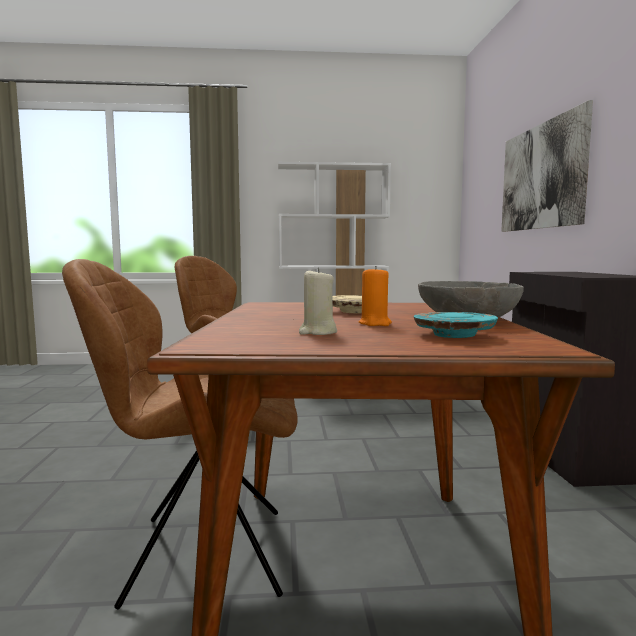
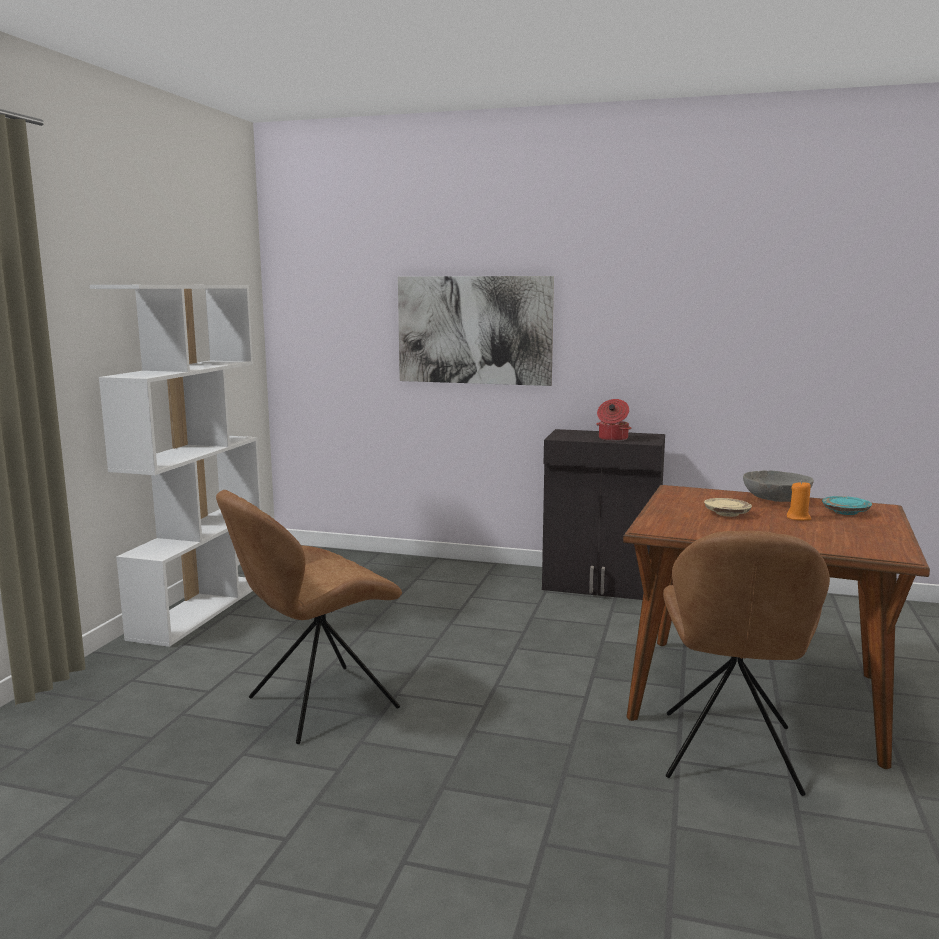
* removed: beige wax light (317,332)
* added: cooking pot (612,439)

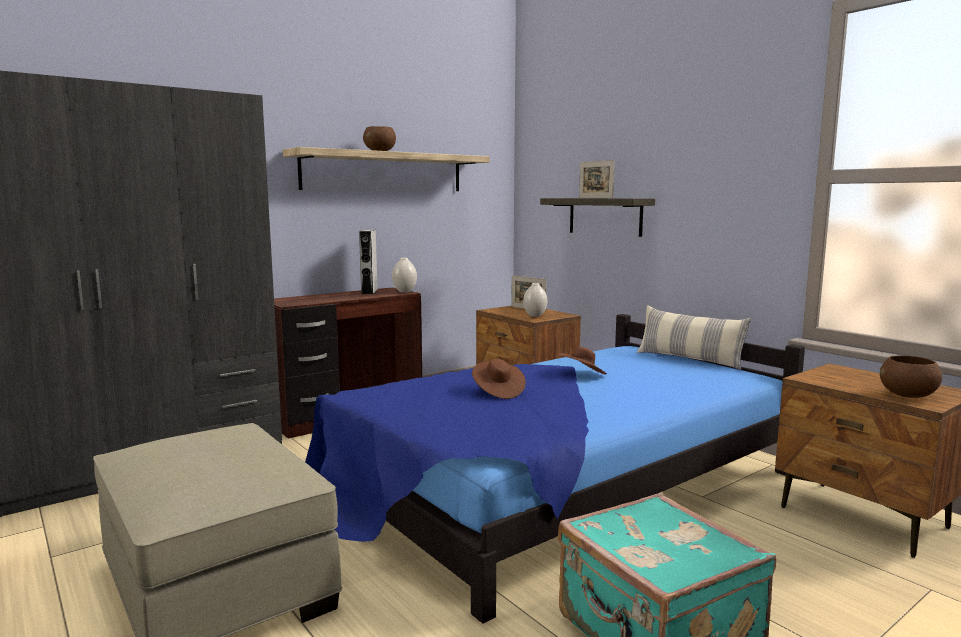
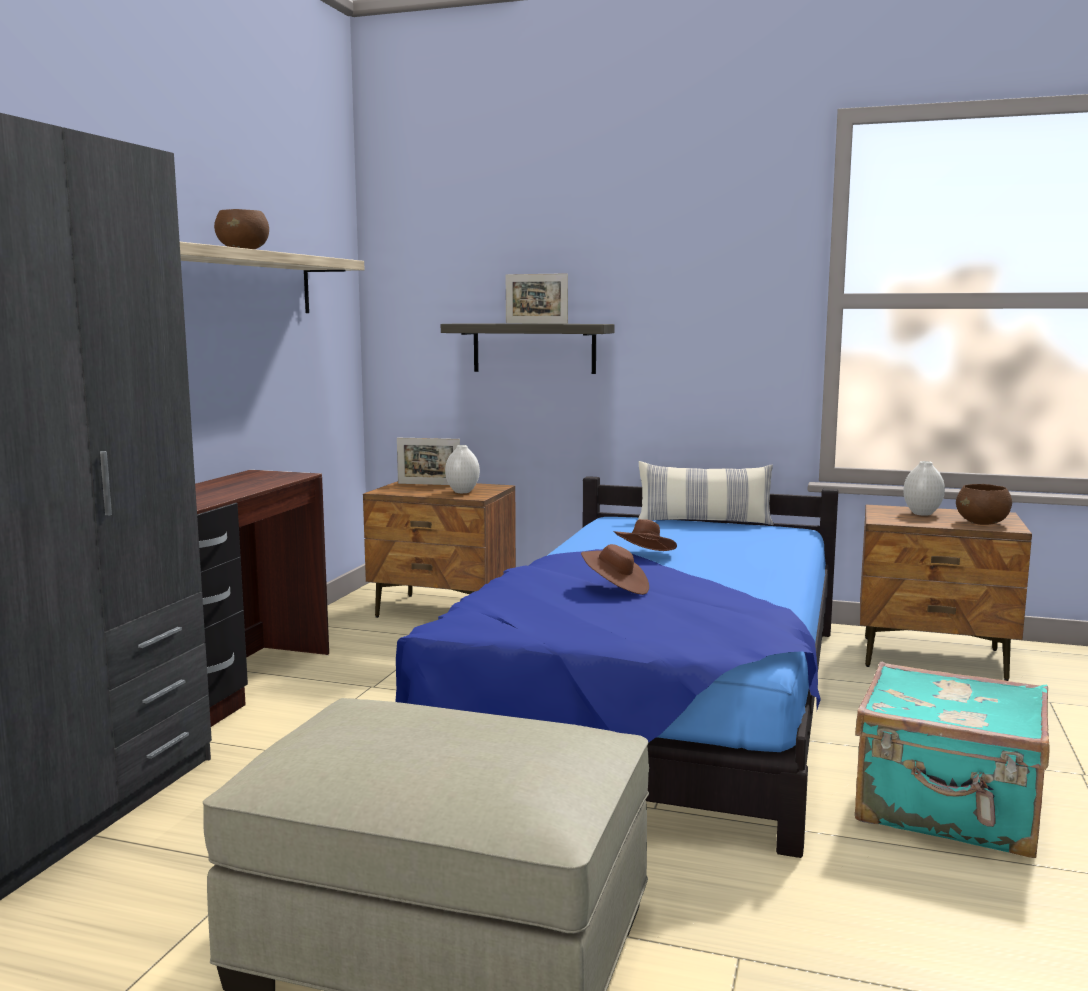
* removed: greyish audio speaker (369,292)
* moved: whitish decorative vase (404,291) to (921,514)

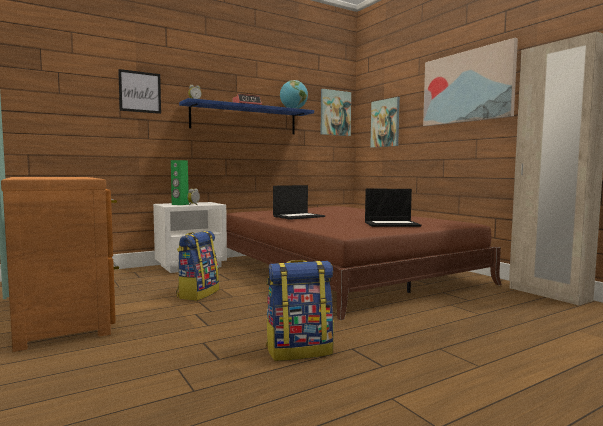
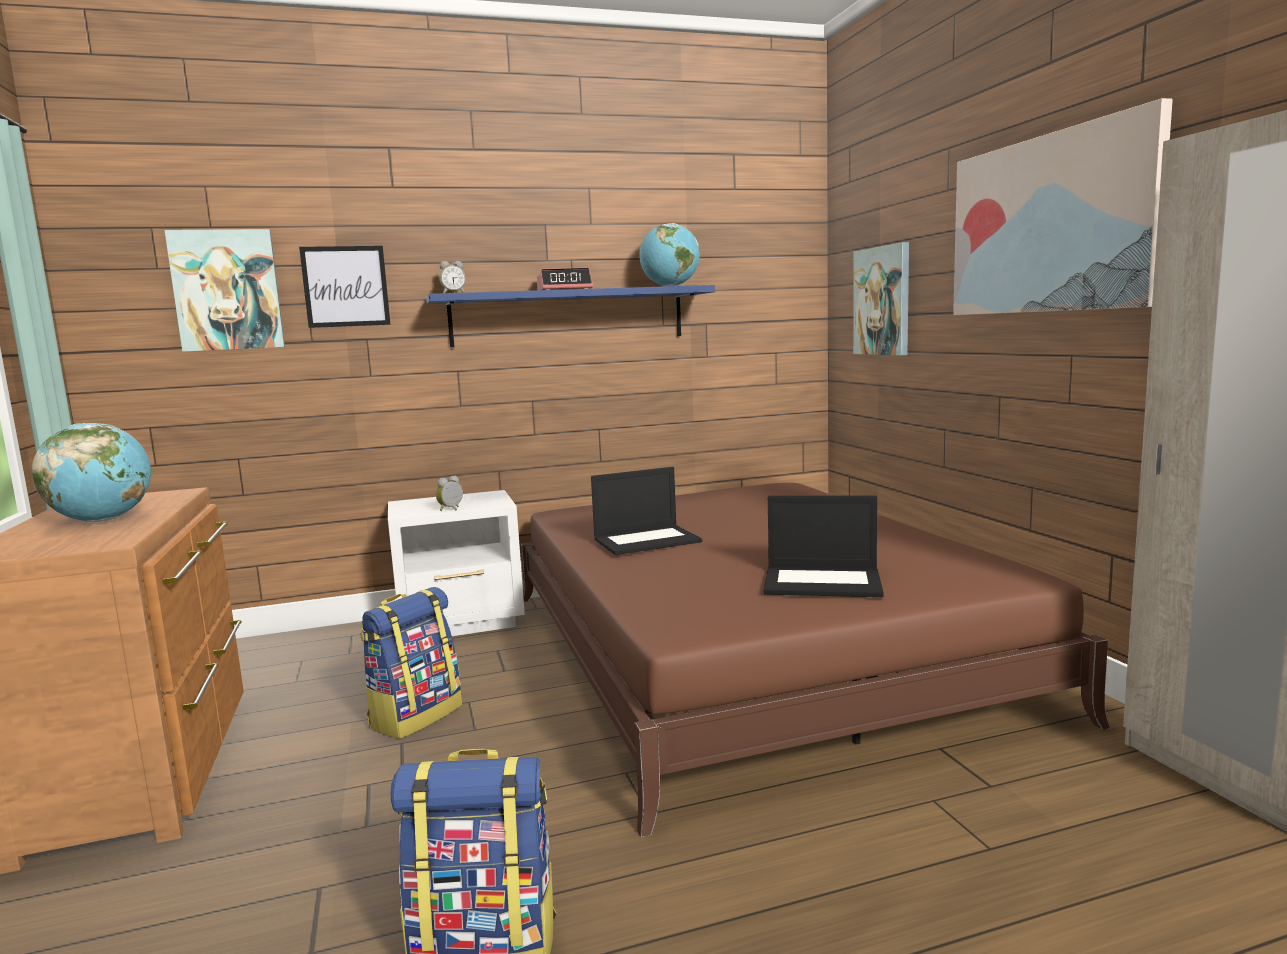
* removed: greenish audio speaker (180,204)
* added: world globe (102,520)
* moved: wall picture (335,113) to (227,290)

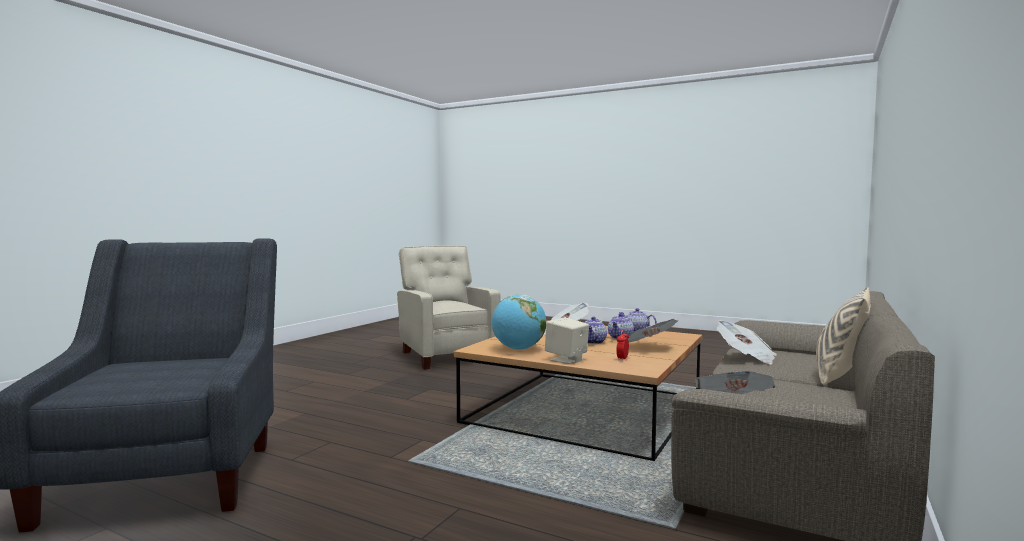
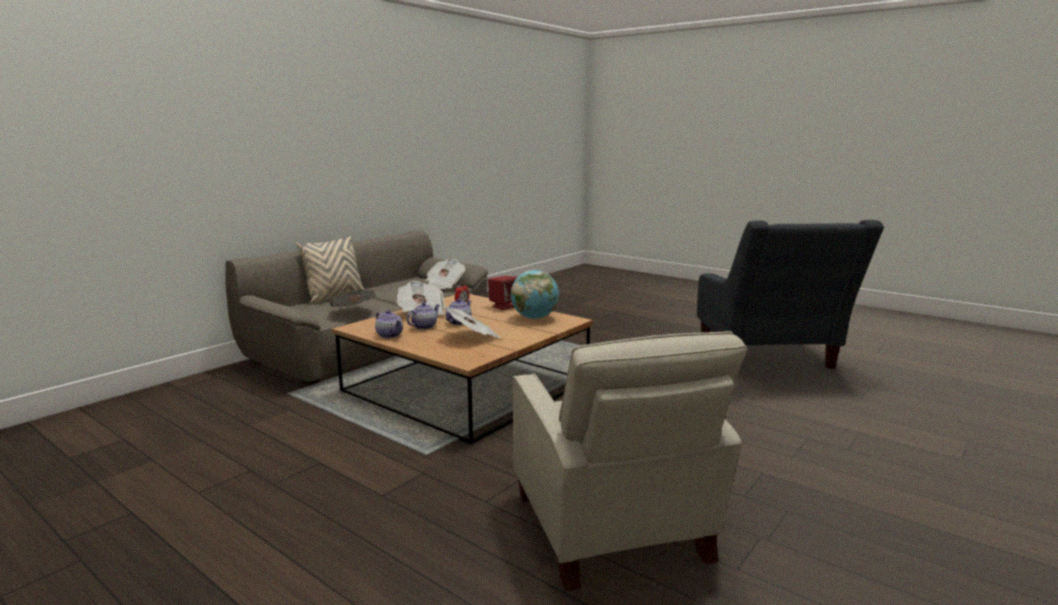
* recoloured: beige audio speaker (566,359) to red audio speaker (504,306)

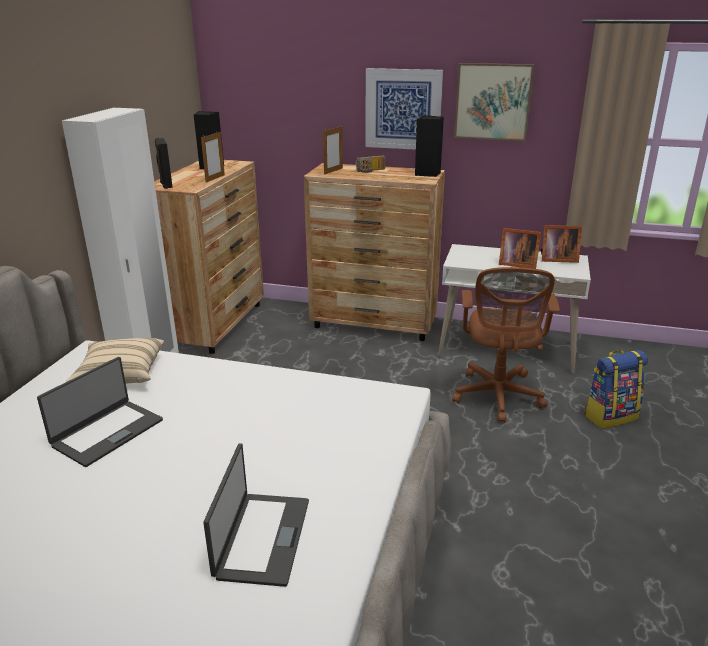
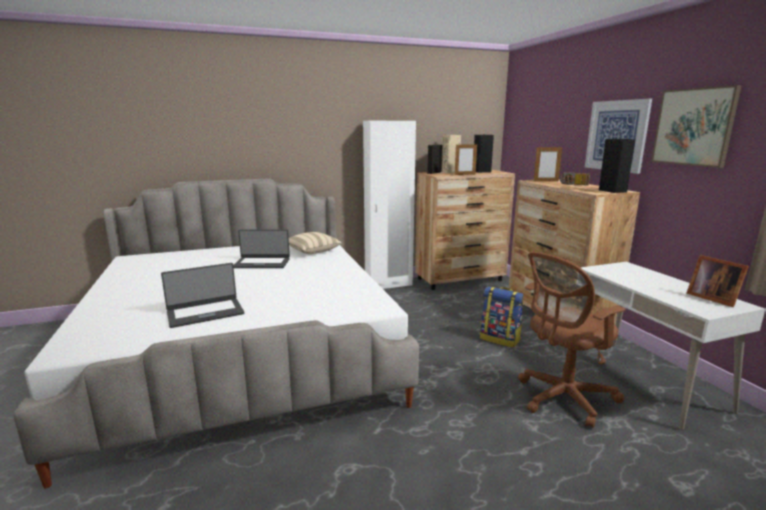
* removed: photo frame (516,264)
* added: beige audio speaker (451,172)
* moved: rucksack (610,416) to (500,339)

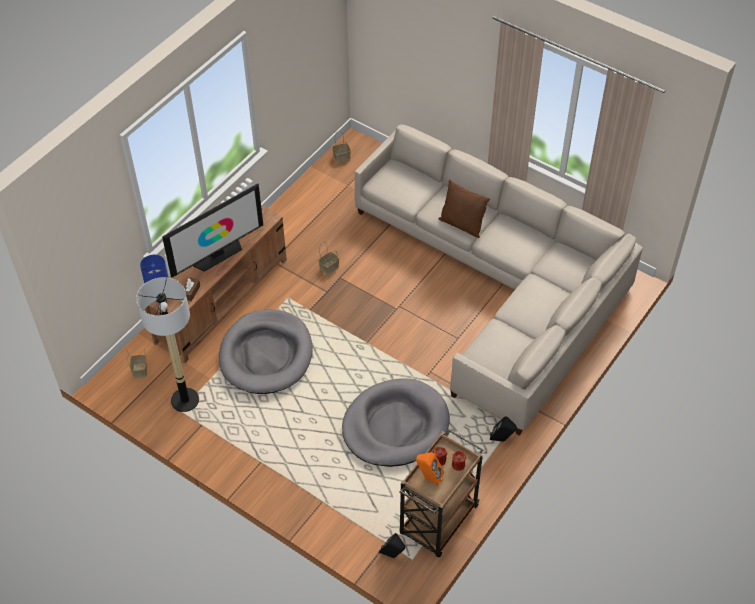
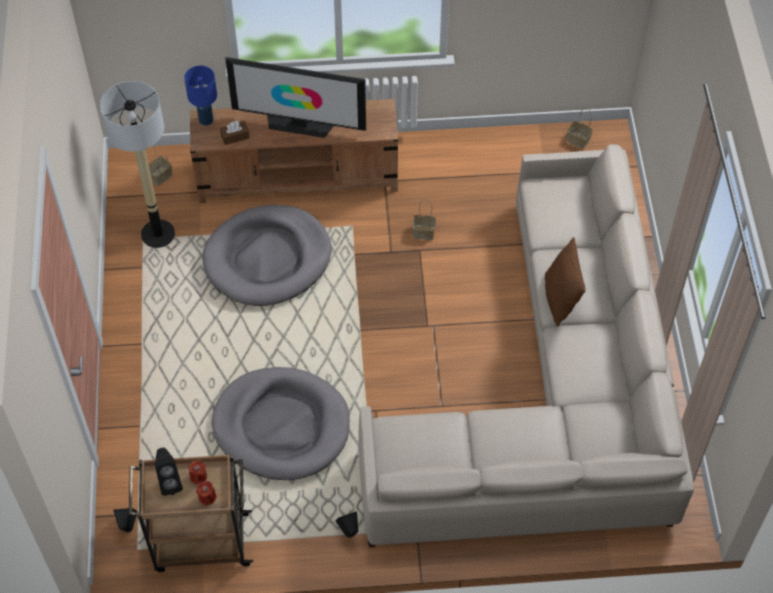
* recoloured: orangey audio speaker (428,478) to black audio speaker (169,481)

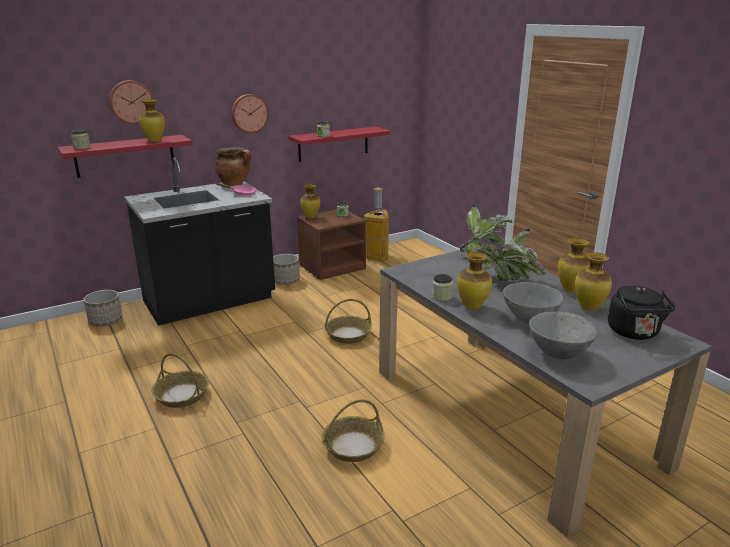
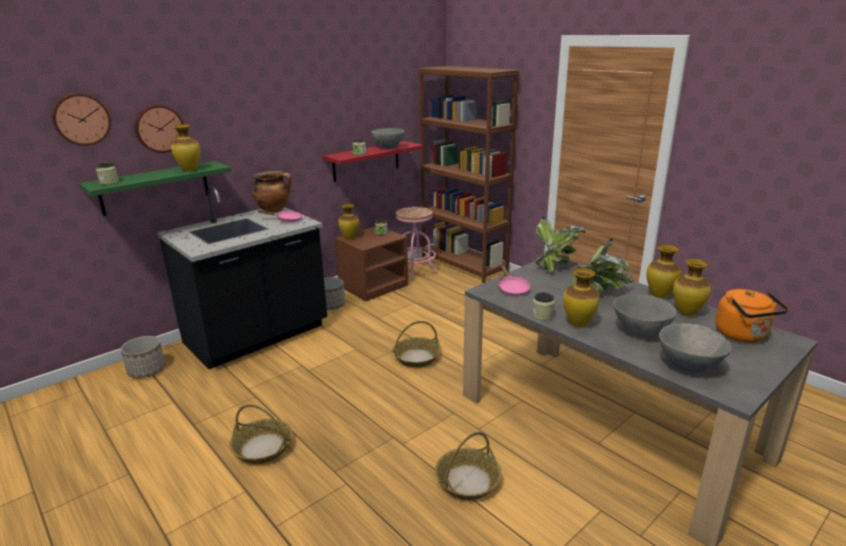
* added: greyish serving bowl (388,147)
* added: brown-coloured bookcase (464,265)
* added: pink frying pan (512,289)
* moved: wall clock (249,113) to (81,119)
* replaced: waste bin (378,257) to pink stool seat (415,271)
* recoloured: red wall shelf (125,156) to greenish wall shelf (155,188)
* recoloured: black kettle (634,333) to orangey kettle (743,335)

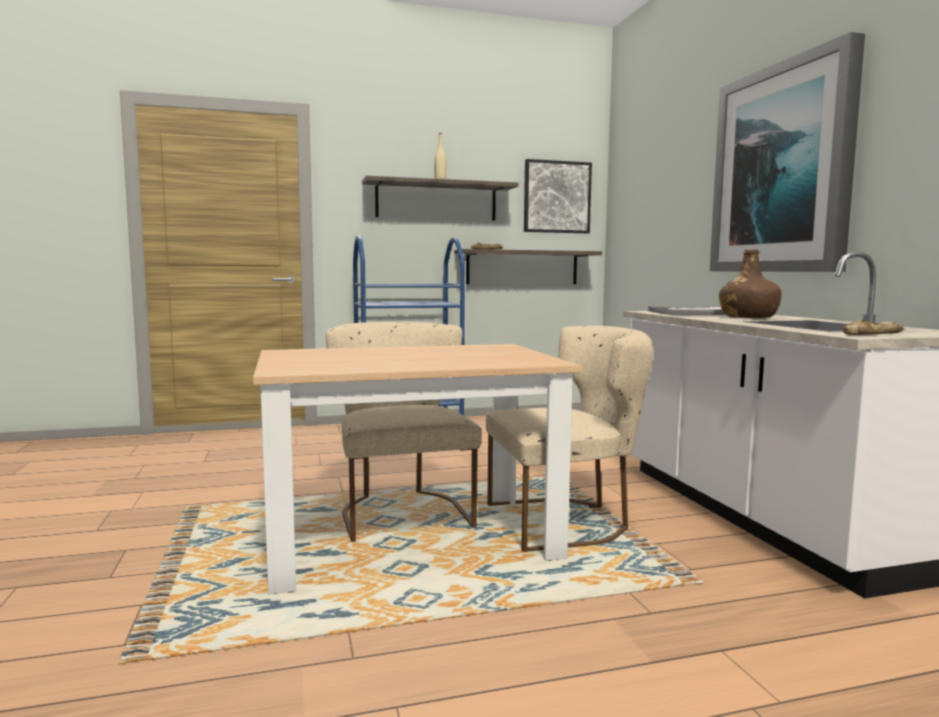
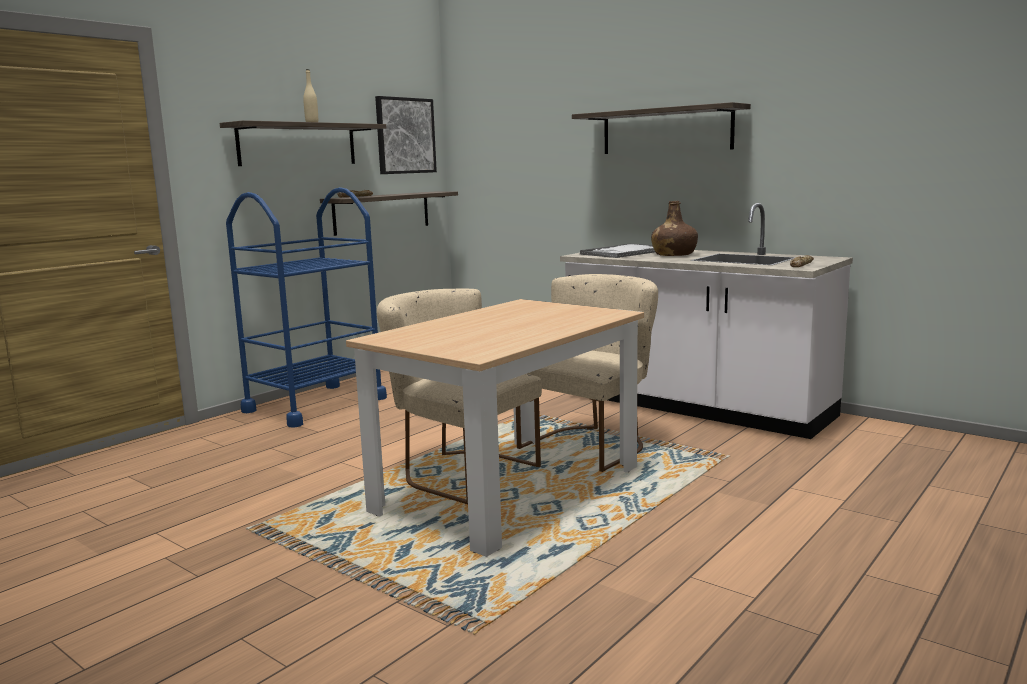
* replaced: wall picture (782,170) to wall shelf (666,131)

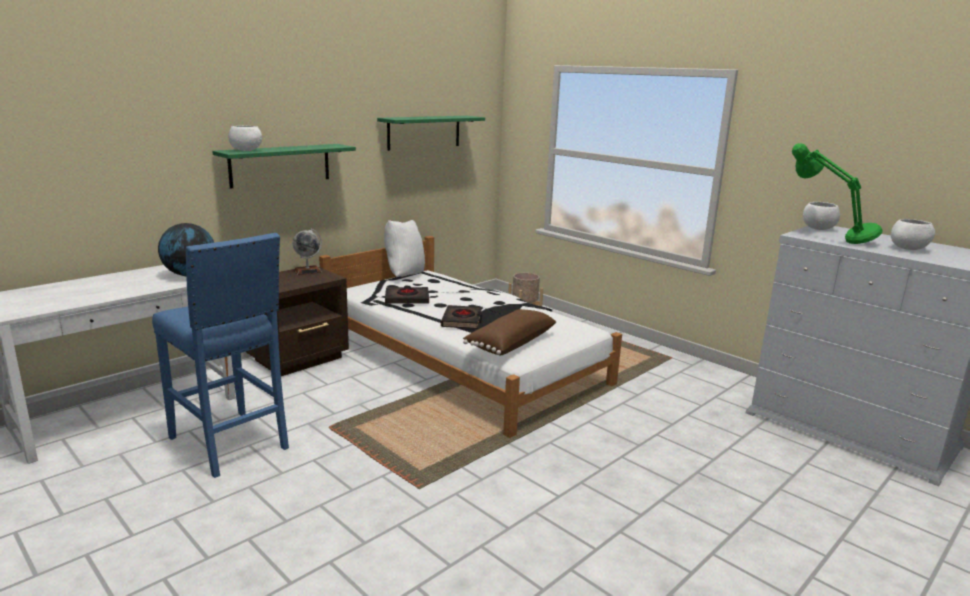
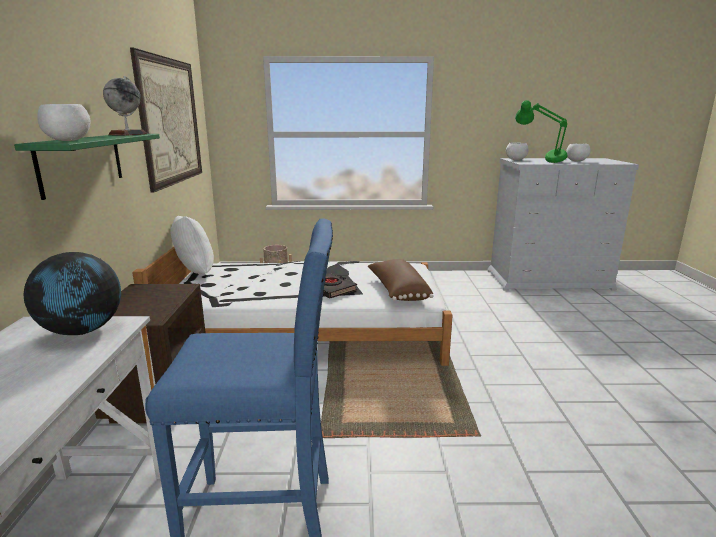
* removed: black book (407,299)
* moved: world globe (307,271) to (128,134)
* replaced: greenish wall shelf (424,132) to wall picture (171,121)

